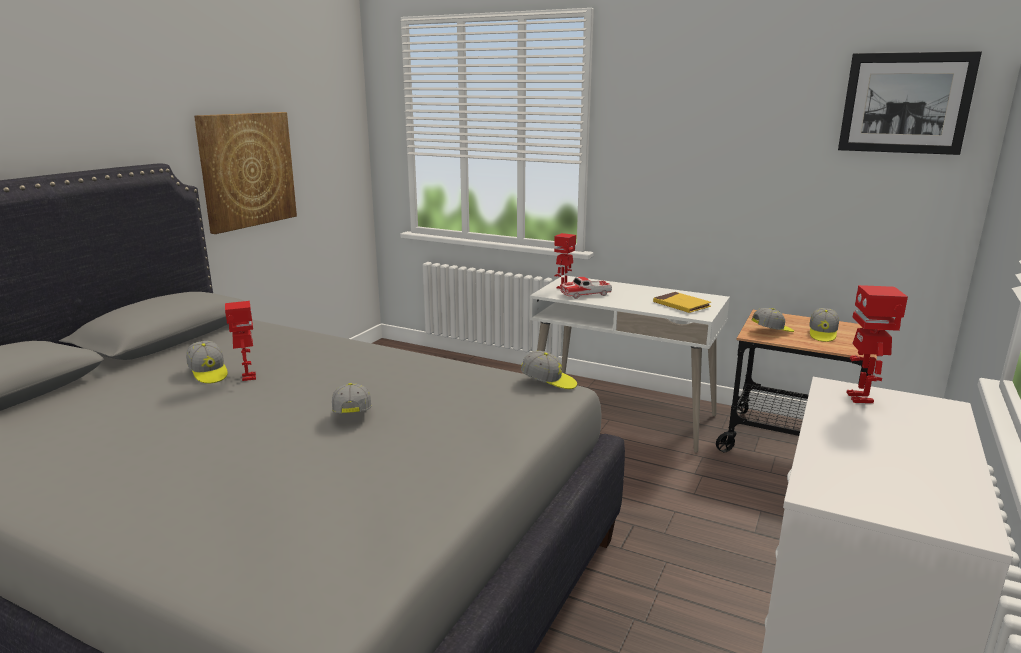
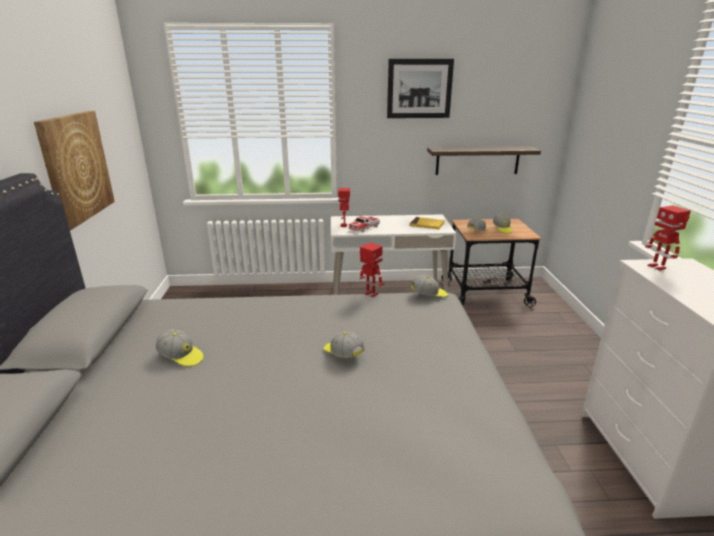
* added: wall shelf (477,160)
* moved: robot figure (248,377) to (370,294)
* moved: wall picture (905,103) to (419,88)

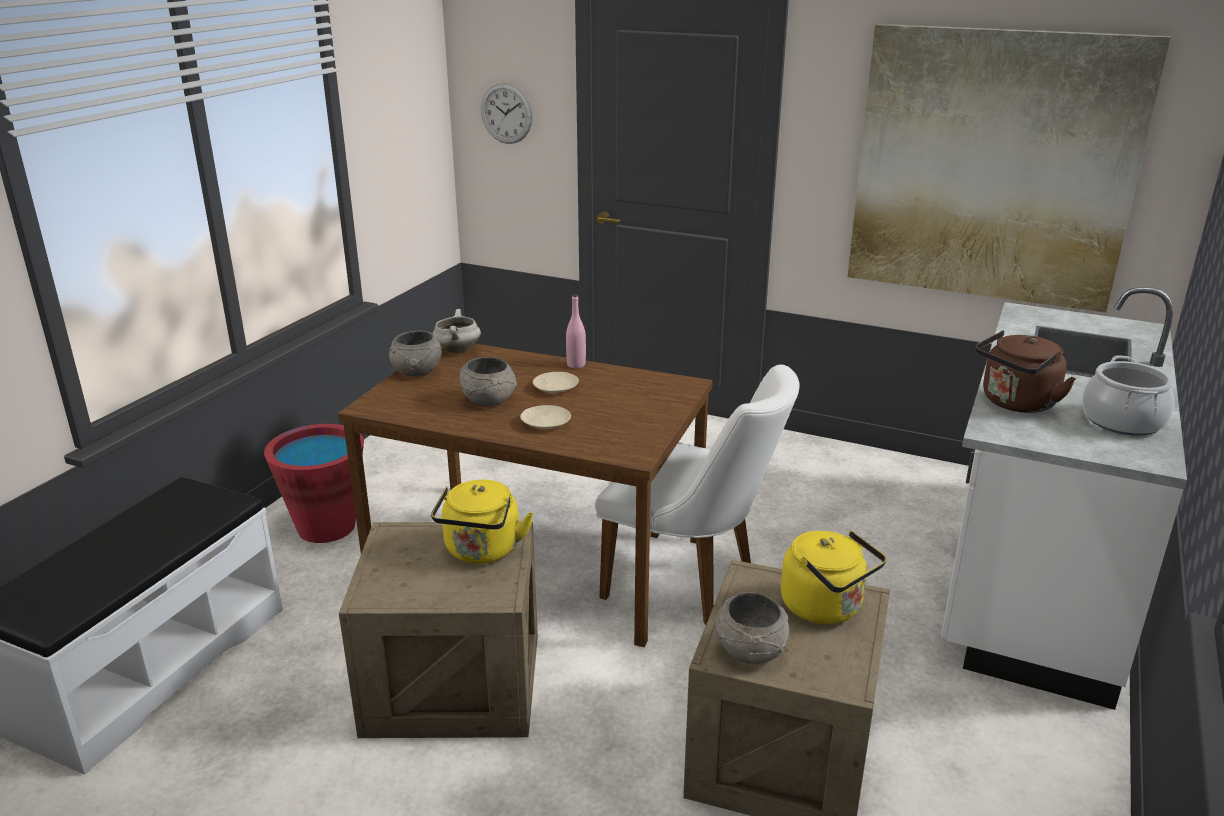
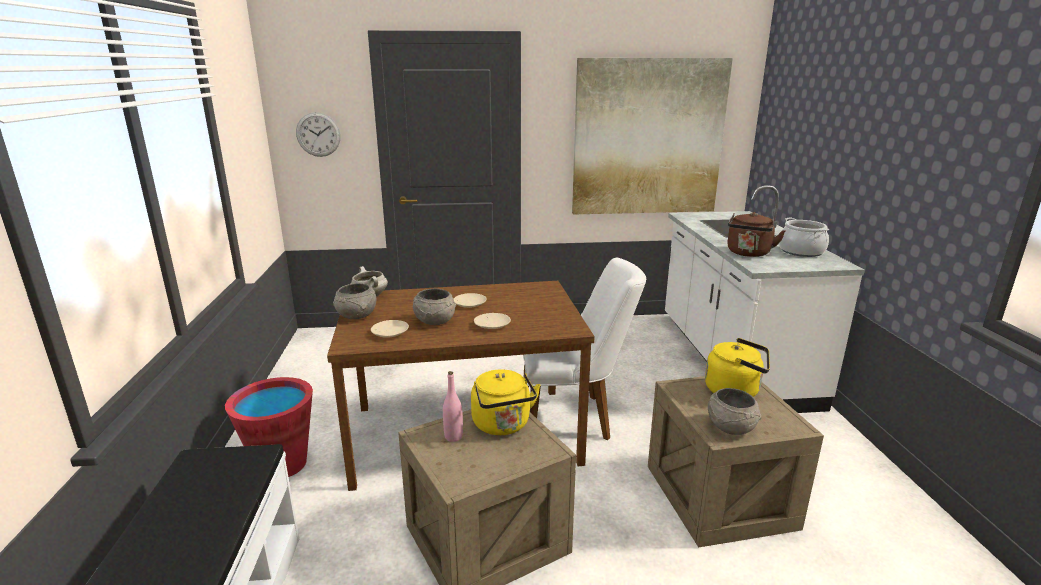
* added: beige plate (390,333)
* moved: pink beverage bottle (576,365) to (453,437)

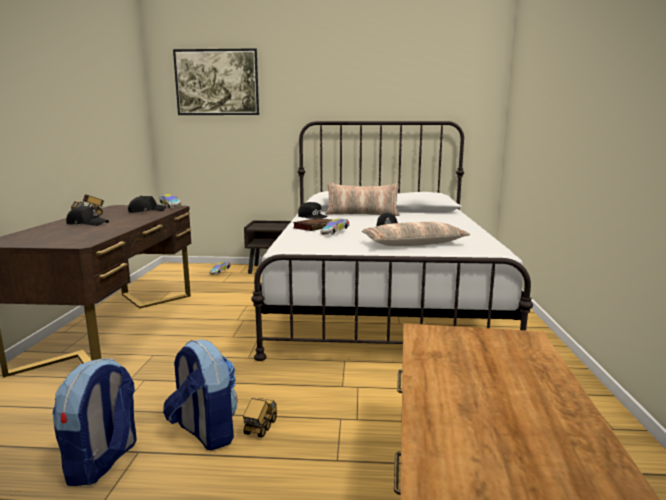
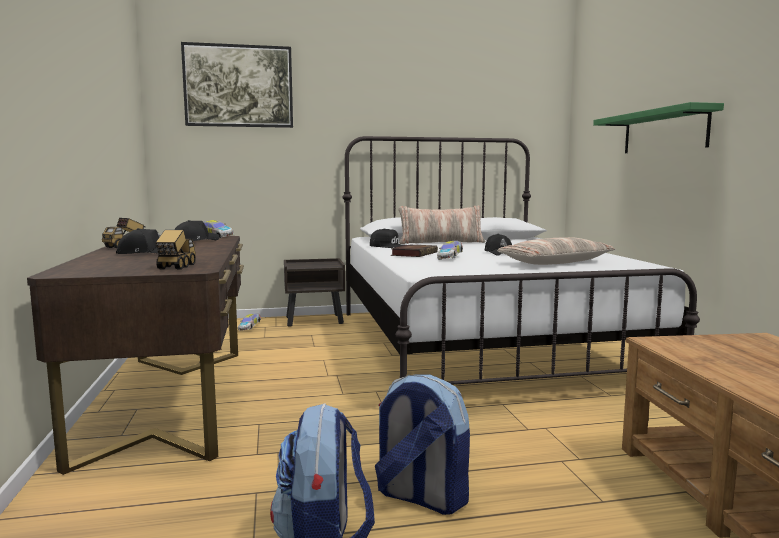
* added: greenish wall shelf (664,131)
* moved: model truck (260,427) to (176,267)

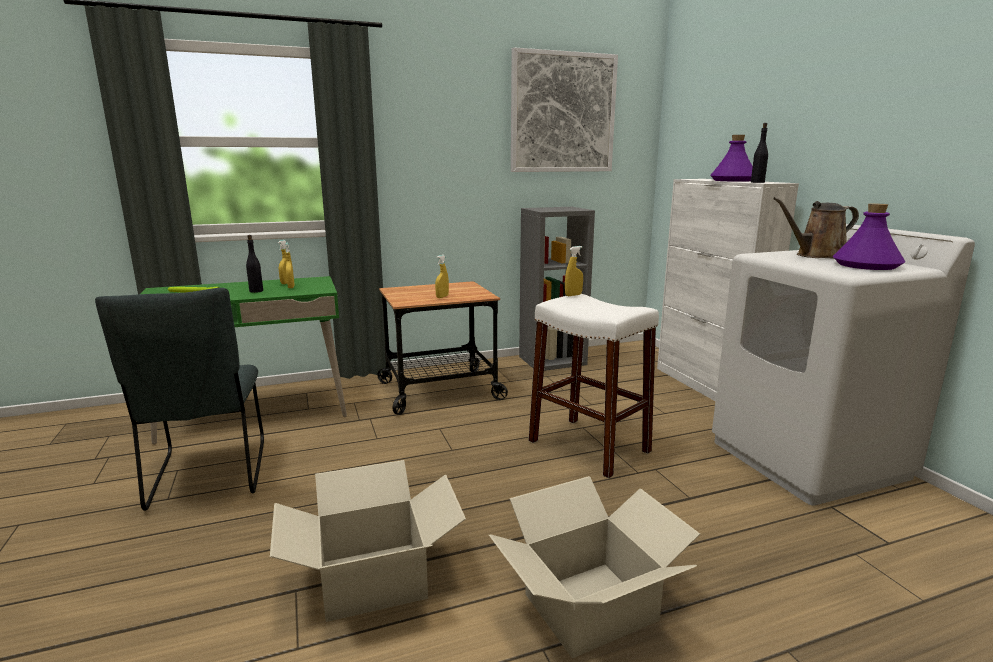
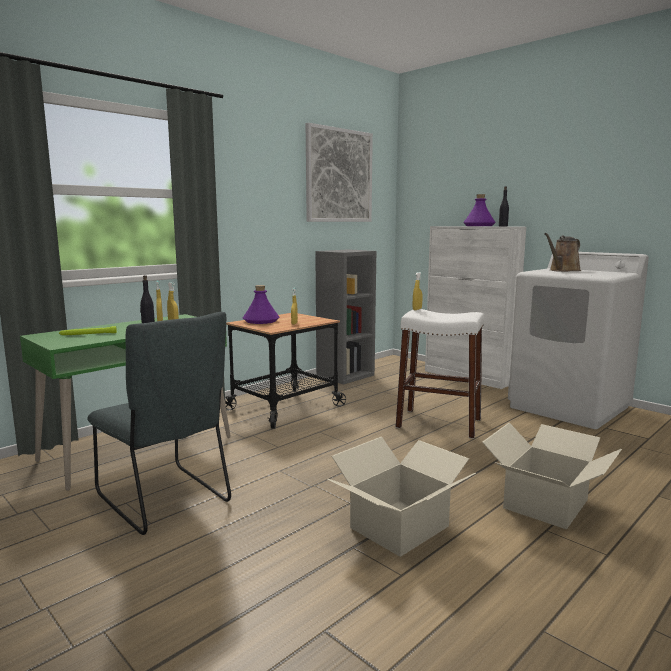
* moved: purple-coloured beverage bottle (866,265) to (260,321)

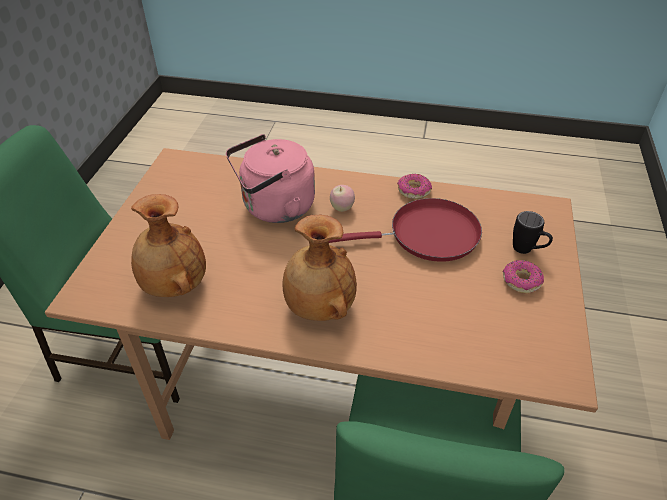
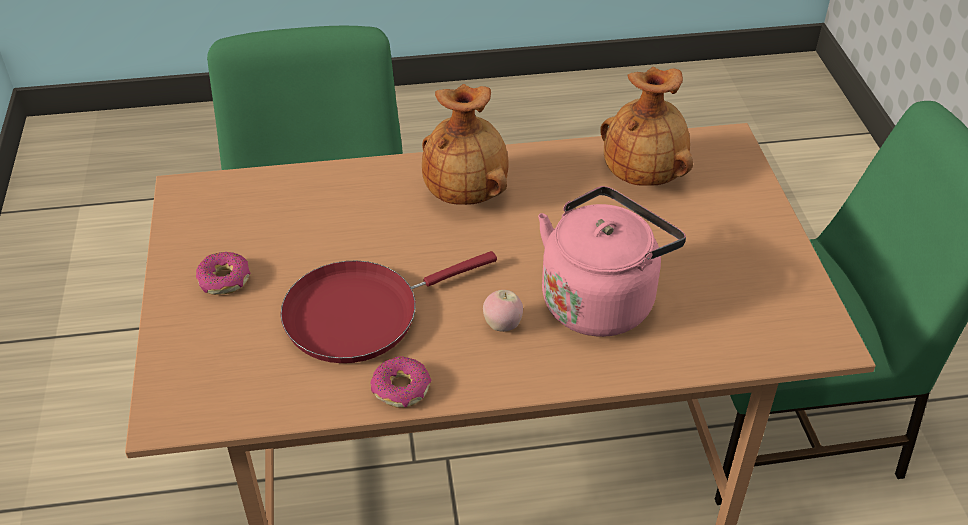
* removed: black tea mug (527,250)

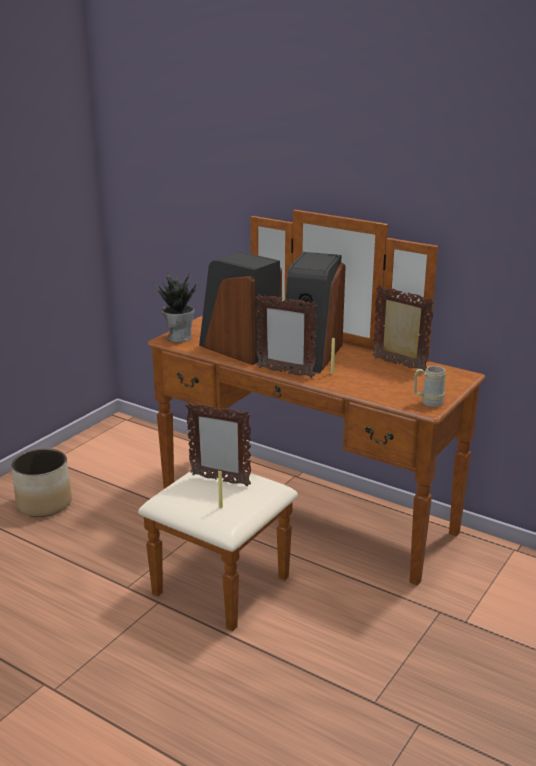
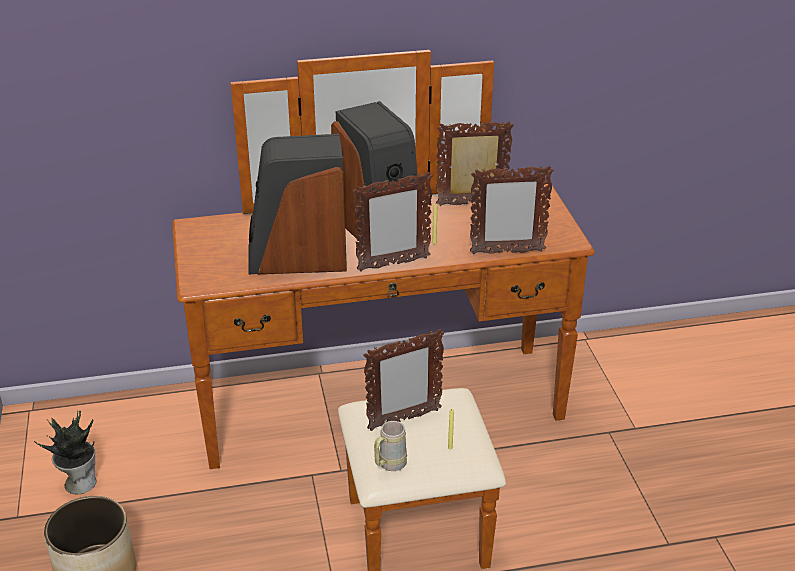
* added: photo frame (506,252)
* moved: houseplant (179,337) to (79,482)
* moved: beige tea mug (427,402) to (389,465)

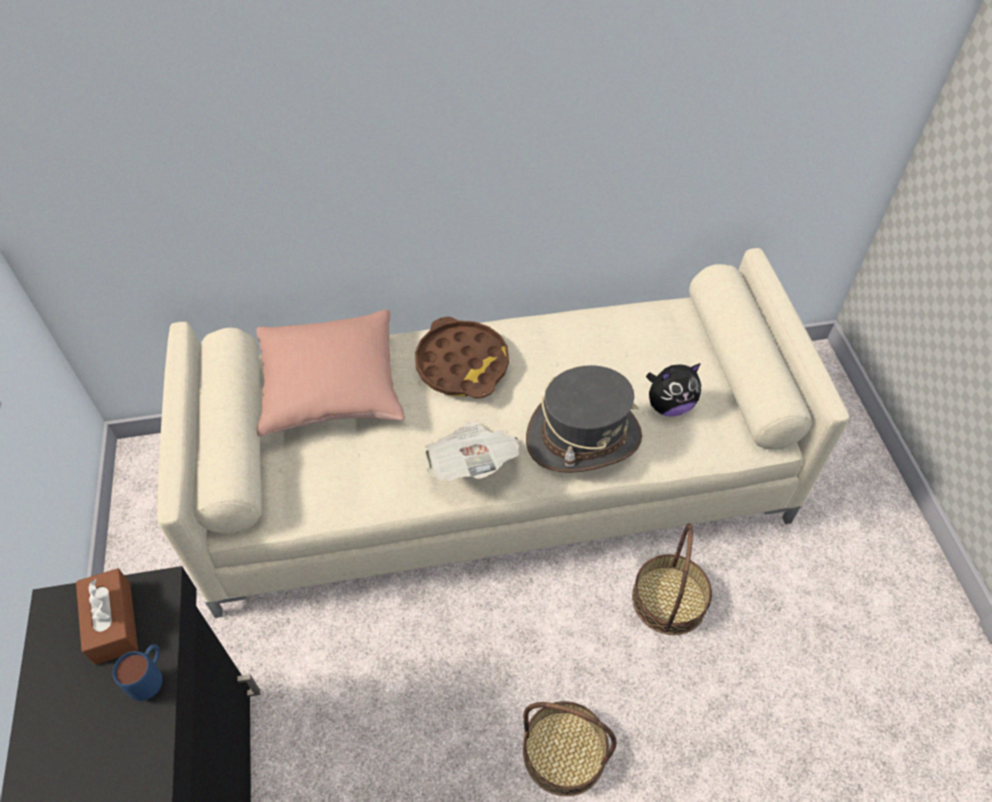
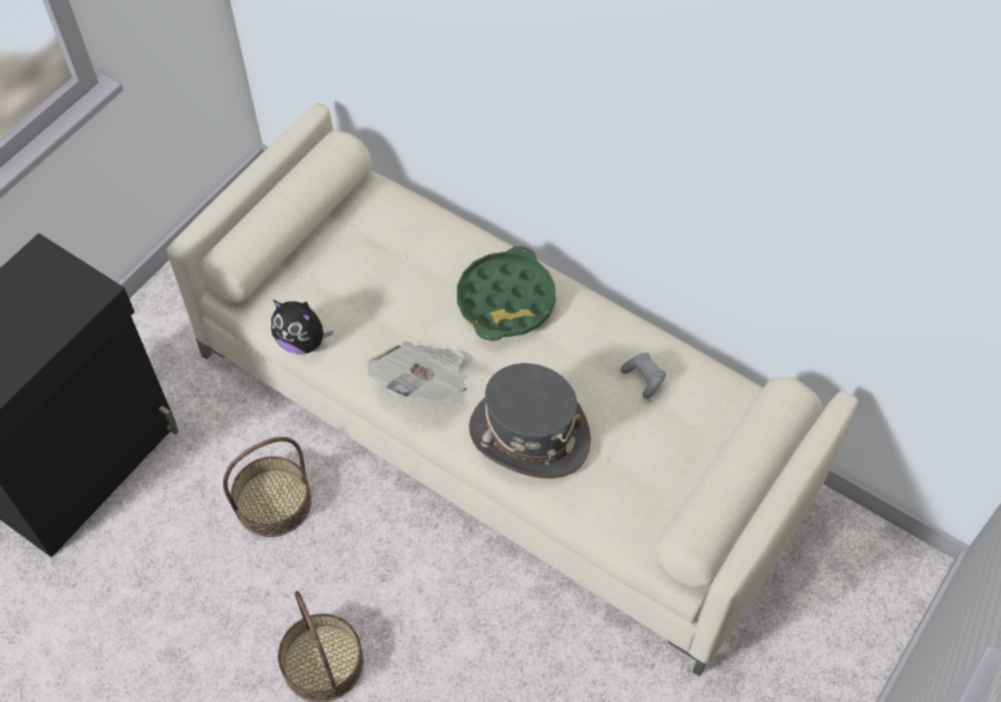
* removed: brown-coloured box of tissues (113,622)
* removed: blue tea mug (153,680)
* removed: pink cushion (331,387)
* added: greyish joypad (644,378)
* moved: household basket (669,599) to (273,502)
* moved: soft toy (669,405) to (302,341)
* recoloured: brown-coloured tray (462,364) to greenish tray (506,300)

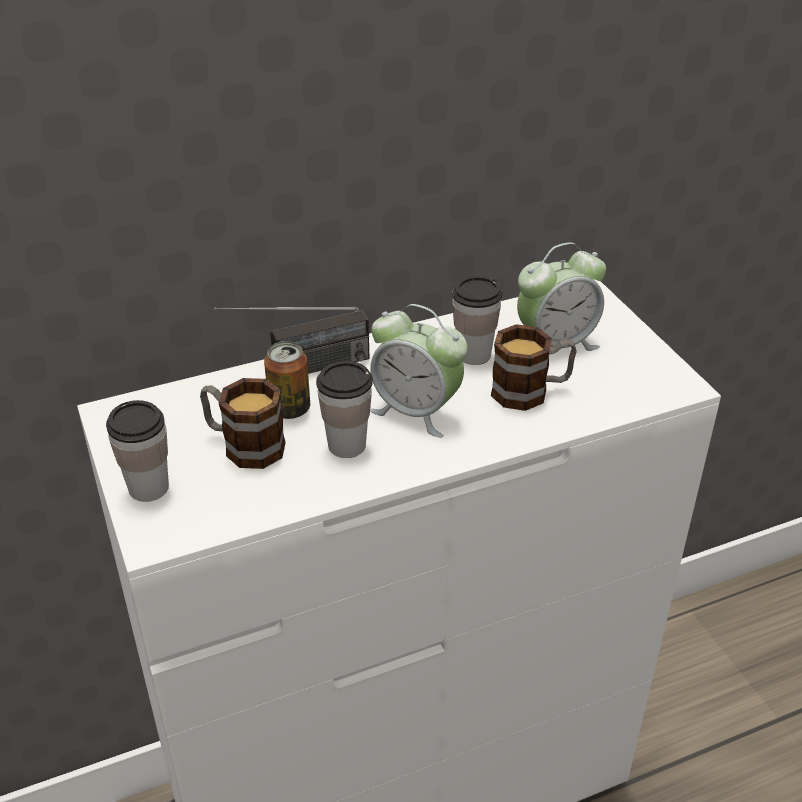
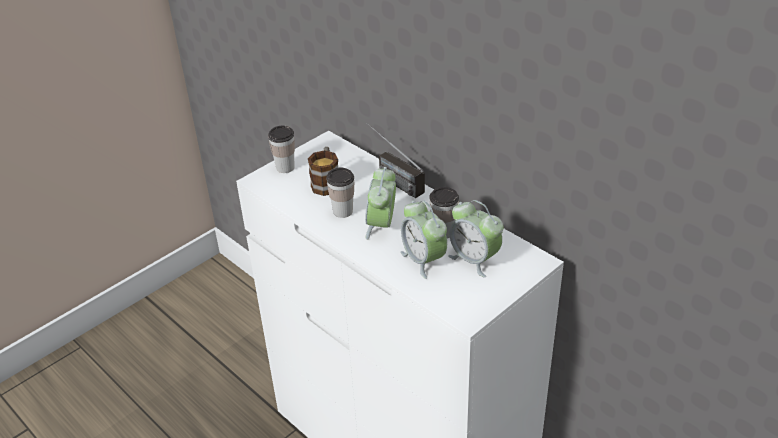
* removed: can (289,409)
* replaced: tea mug (531,391) to table clock (424,260)

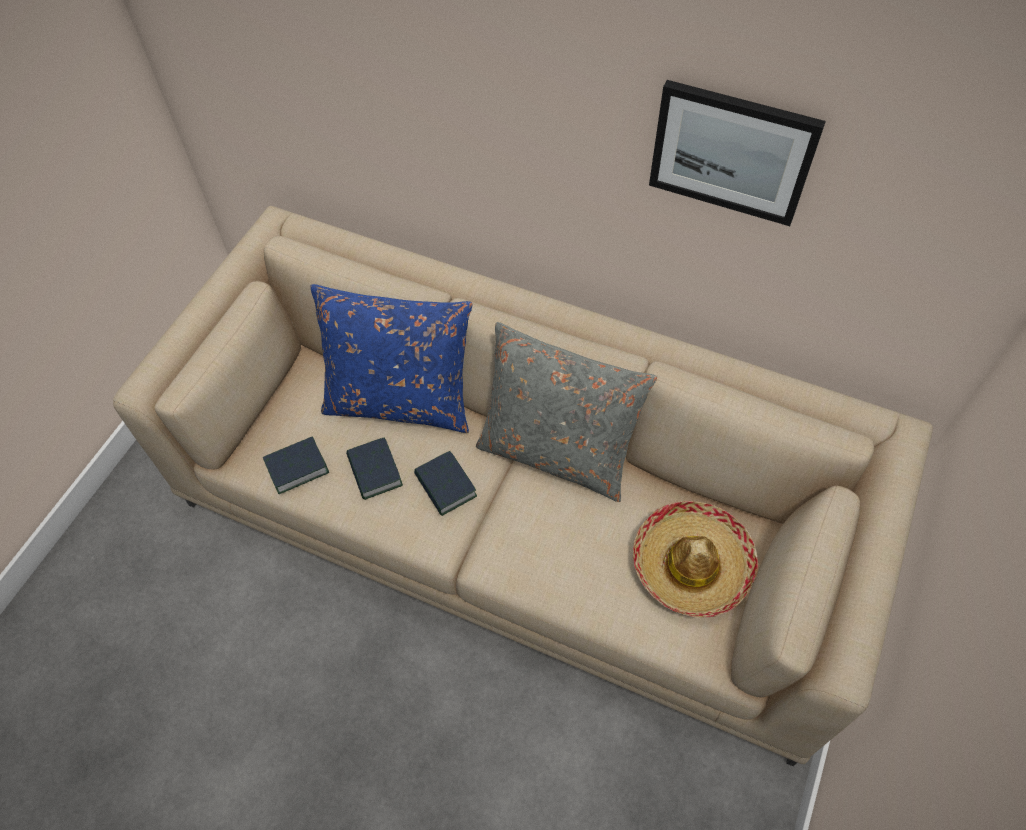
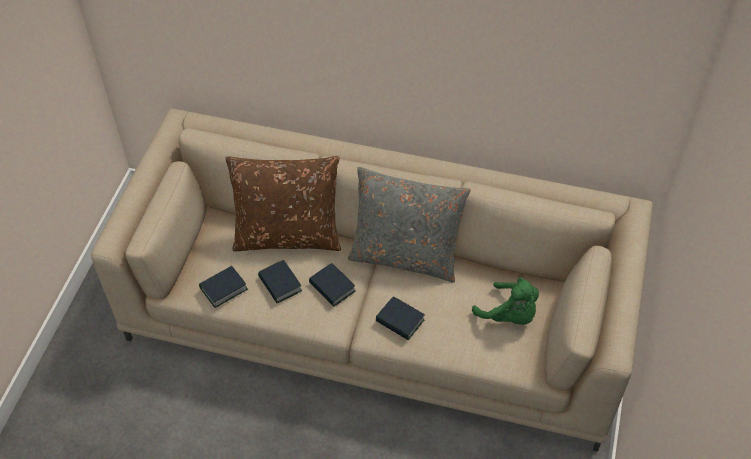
* removed: wall picture (732,152)
* added: book (400,321)
* replaced: clothing hat (692,564) to greenish soft toy (509,315)
* recoloured: blue cushion (401,401) to brown-coloured cushion (288,235)

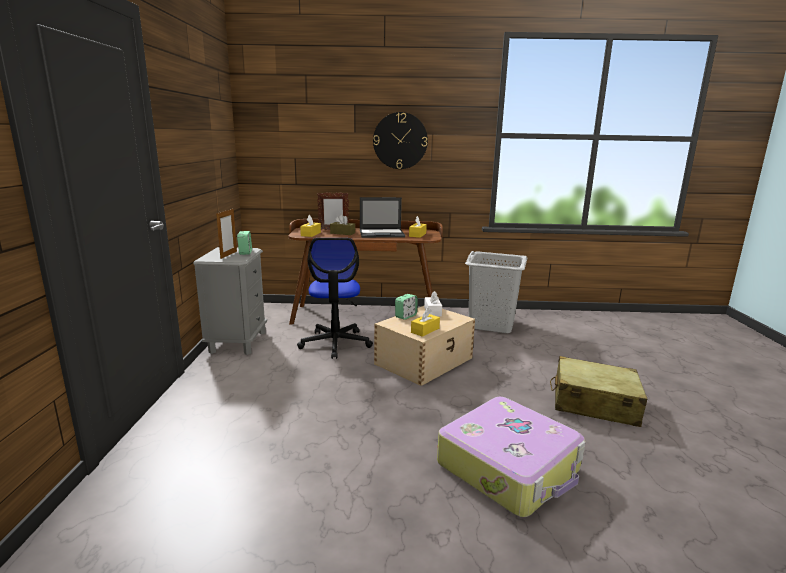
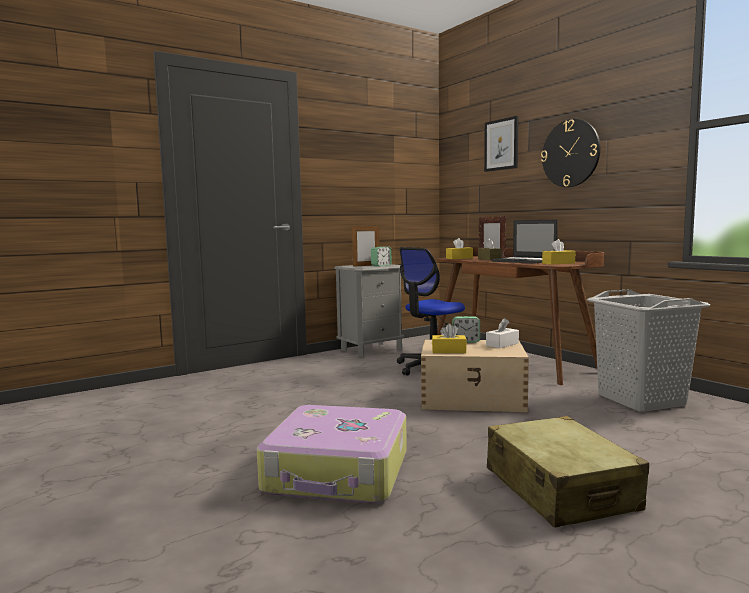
* added: wall picture (501,144)

